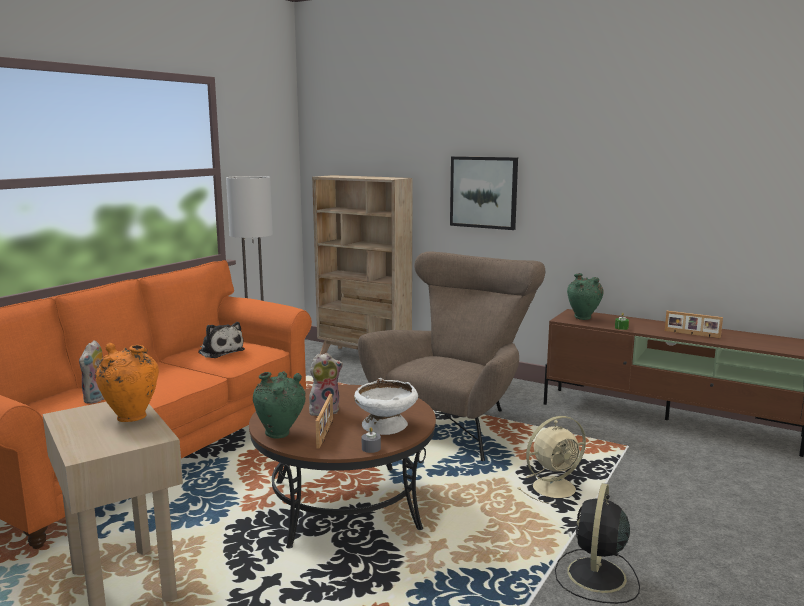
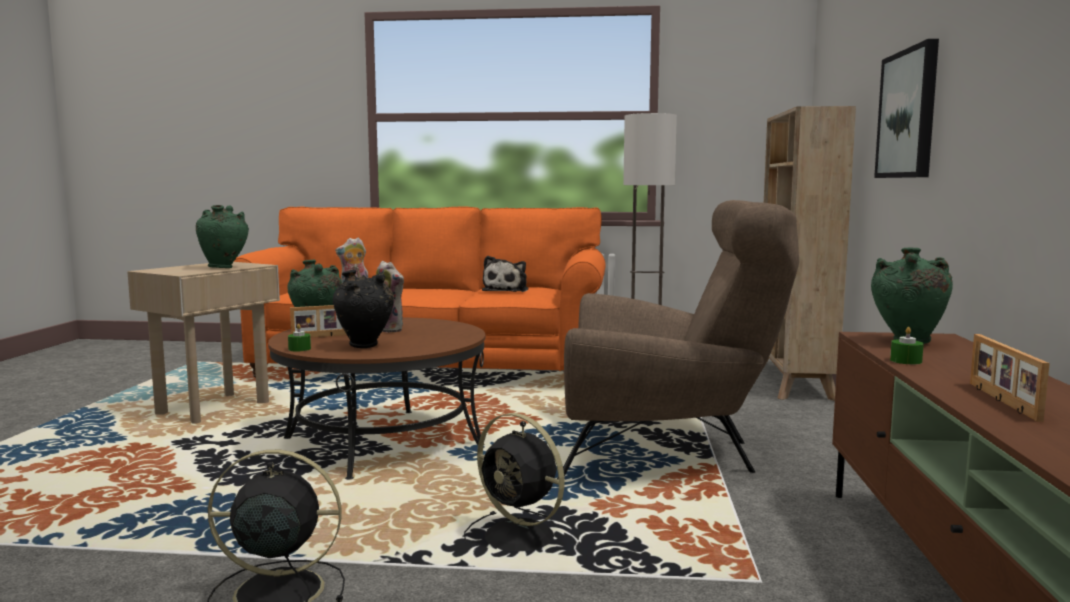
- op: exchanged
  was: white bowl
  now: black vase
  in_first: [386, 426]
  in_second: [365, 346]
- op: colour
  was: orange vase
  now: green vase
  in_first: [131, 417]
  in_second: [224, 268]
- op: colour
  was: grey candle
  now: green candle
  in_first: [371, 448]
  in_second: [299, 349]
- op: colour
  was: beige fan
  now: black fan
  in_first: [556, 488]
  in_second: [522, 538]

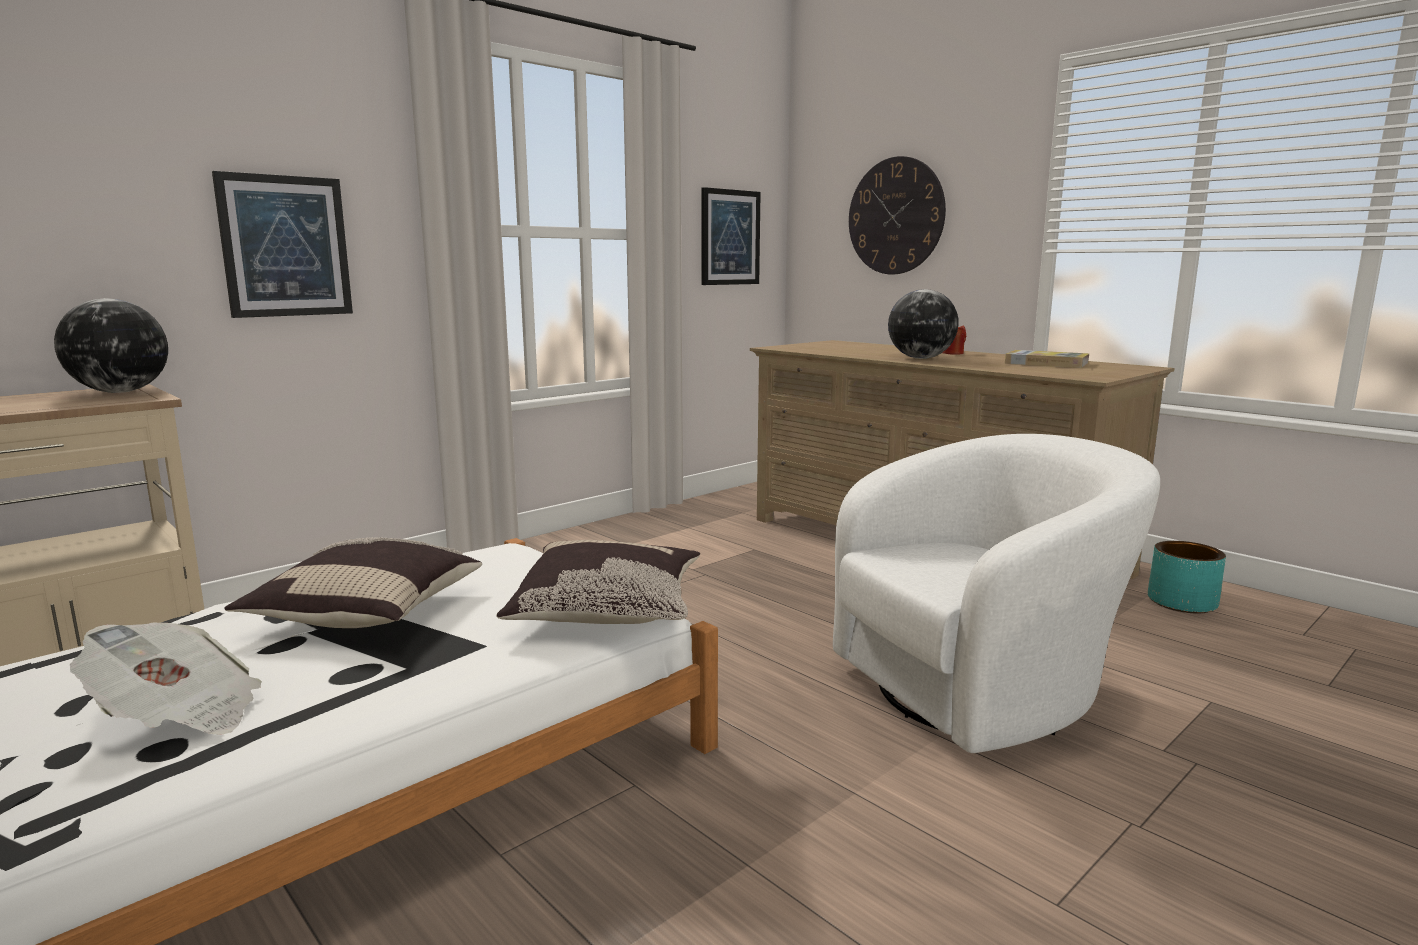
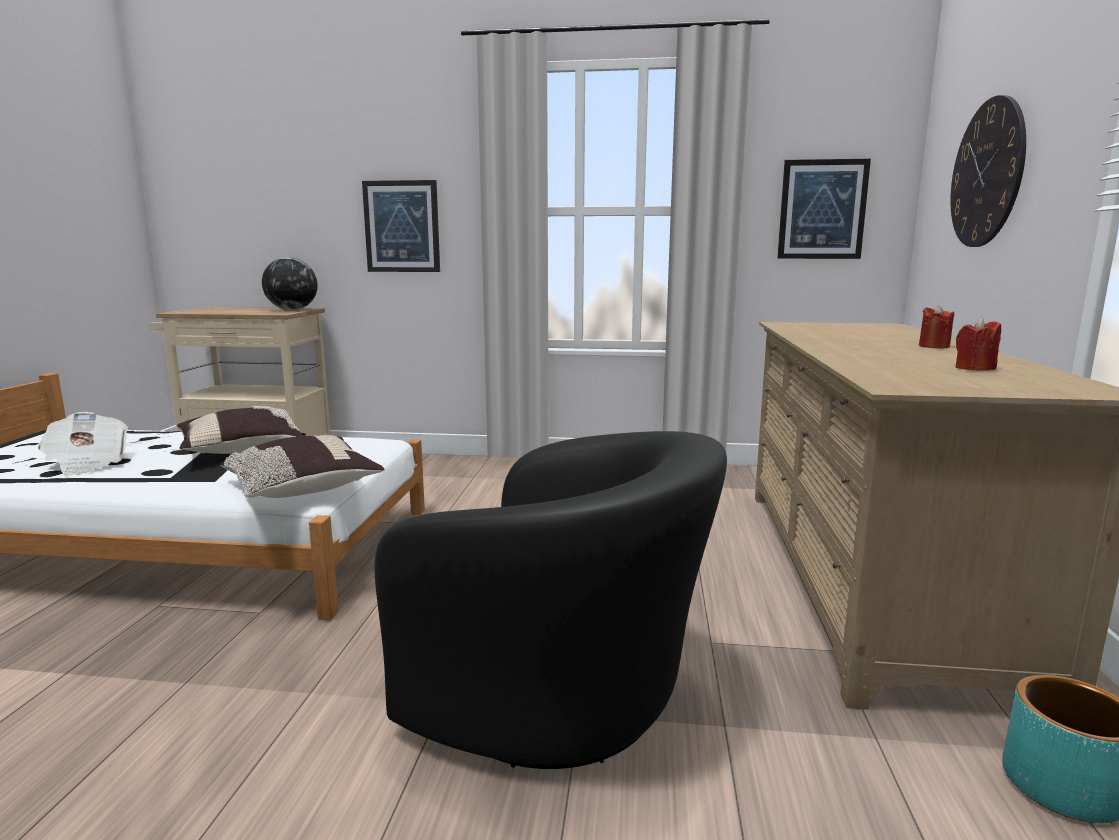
- op: missing
  was: globe
  in_first: [921, 358]
- op: exchanged
  was: book
  now: red candle
  in_first: [1046, 363]
  in_second: [974, 368]
- op: colour
  was: white armchair
  now: black armchair
  in_first: [979, 690]
  in_second: [557, 699]

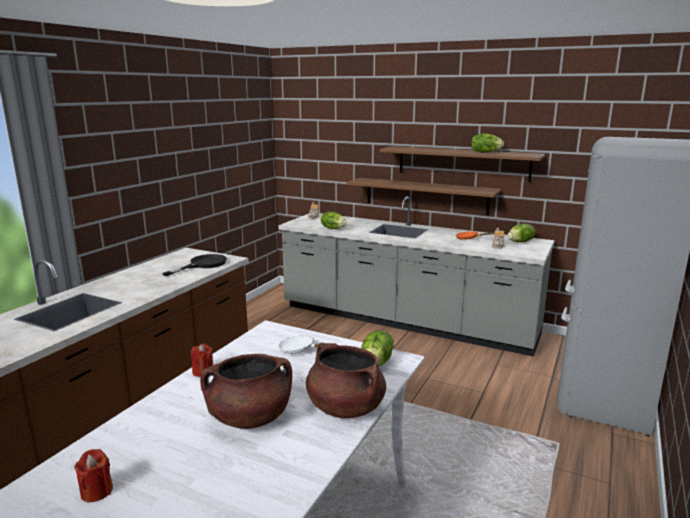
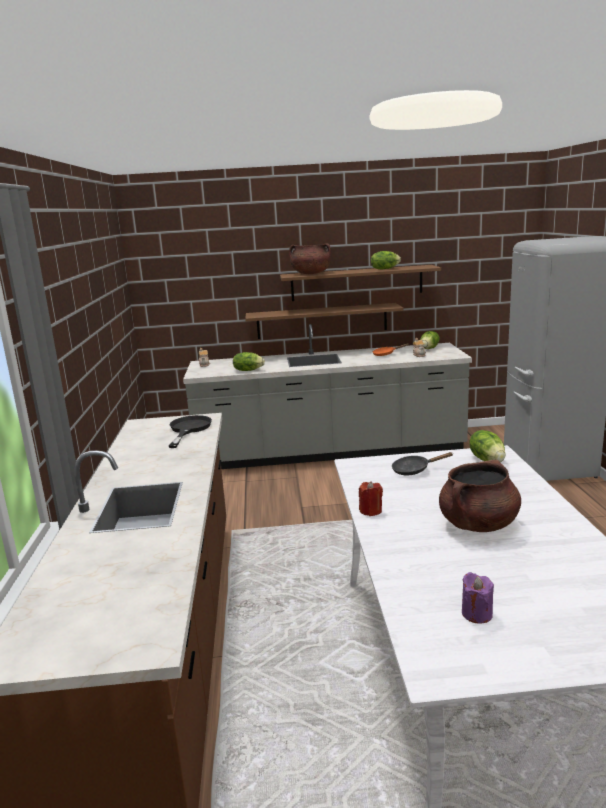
- op: relocated
  was: brown cooking pot
  in_first: [345, 407]
  in_second: [311, 274]
- op: colour
  was: red candle
  now: purple candle
  in_first: [96, 491]
  in_second: [476, 614]
- op: colour
  was: white frying pan
  now: black frying pan
  in_first: [300, 350]
  in_second: [414, 470]

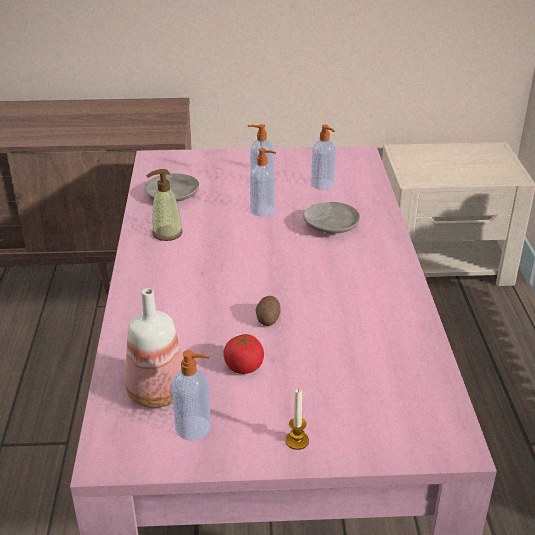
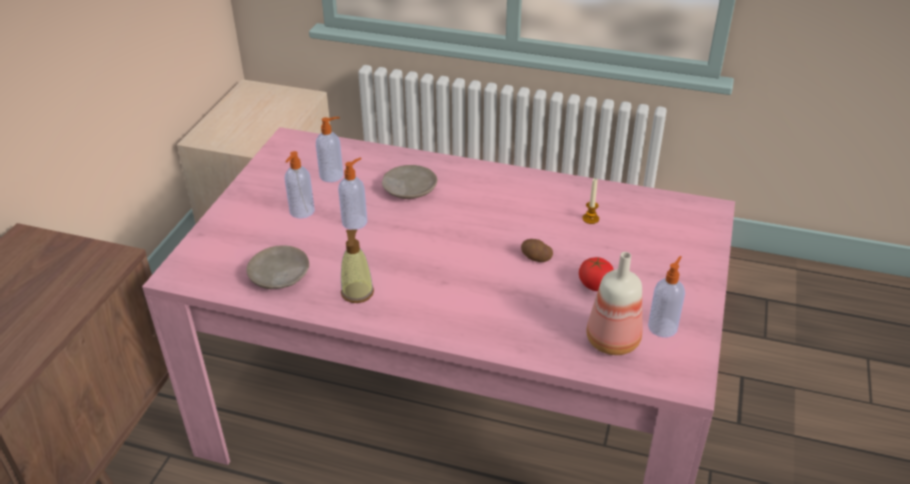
- op: relocated
  was: candle
  in_first: [297, 441]
  in_second: [590, 219]

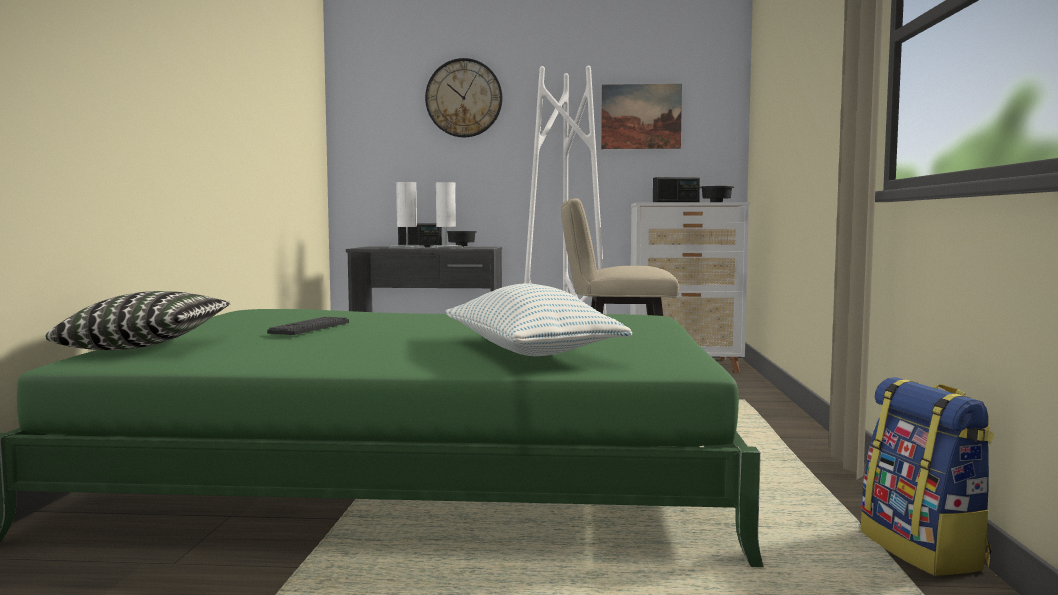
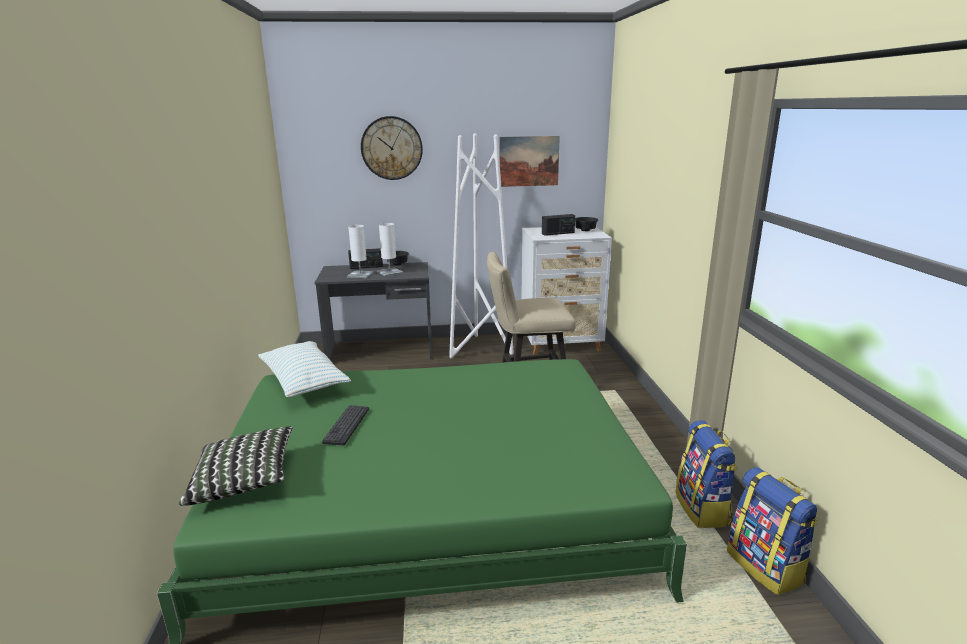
- op: appeared
  now: backpack
  in_second: [703, 509]
- op: relocated
  was: pillow
  in_first: [530, 352]
  in_second: [304, 382]

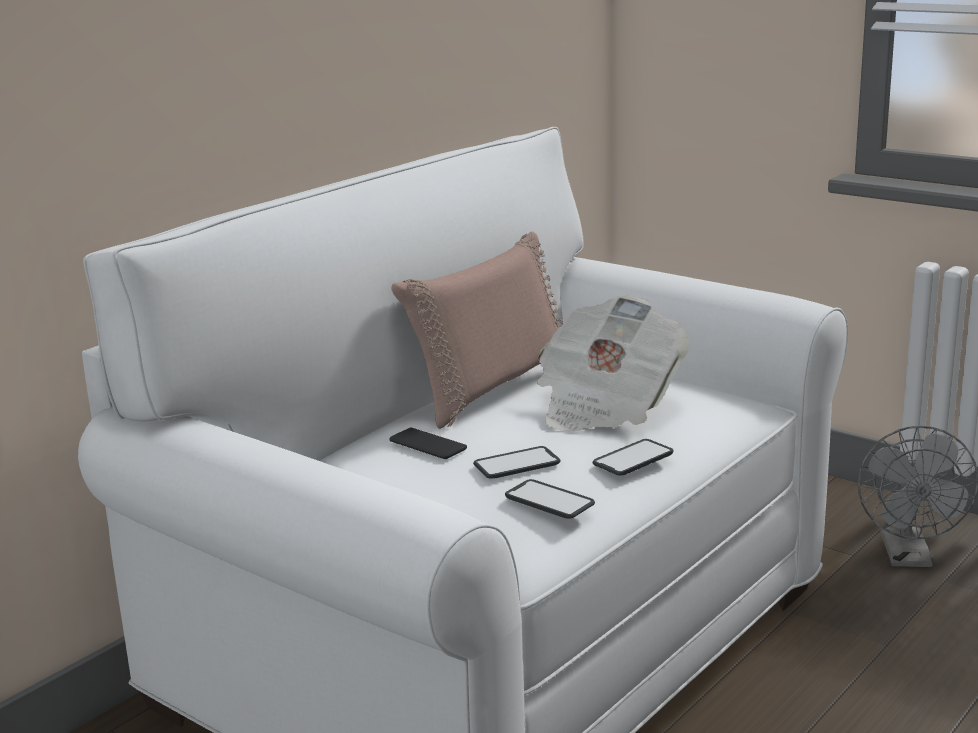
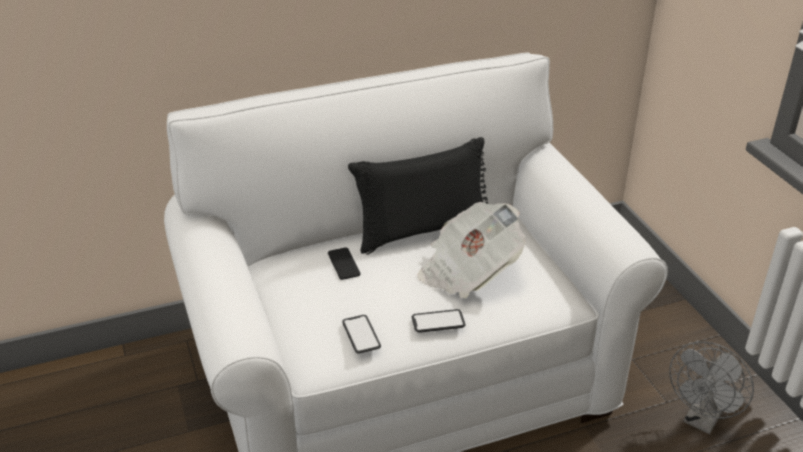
- op: missing
  was: phone
  in_first: [516, 464]
- op: colour
  was: beige pillow
  now: black pillow
  in_first: [492, 388]
  in_second: [422, 231]

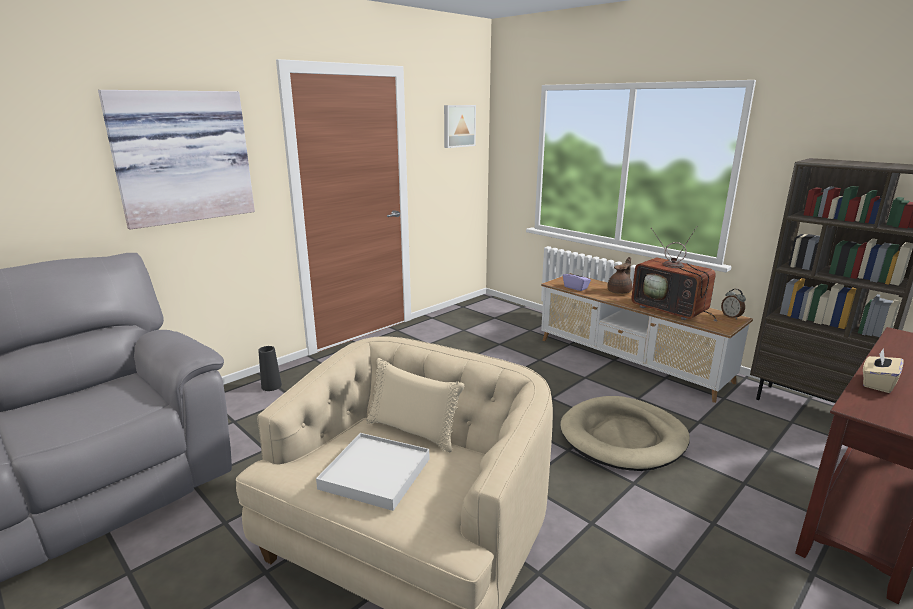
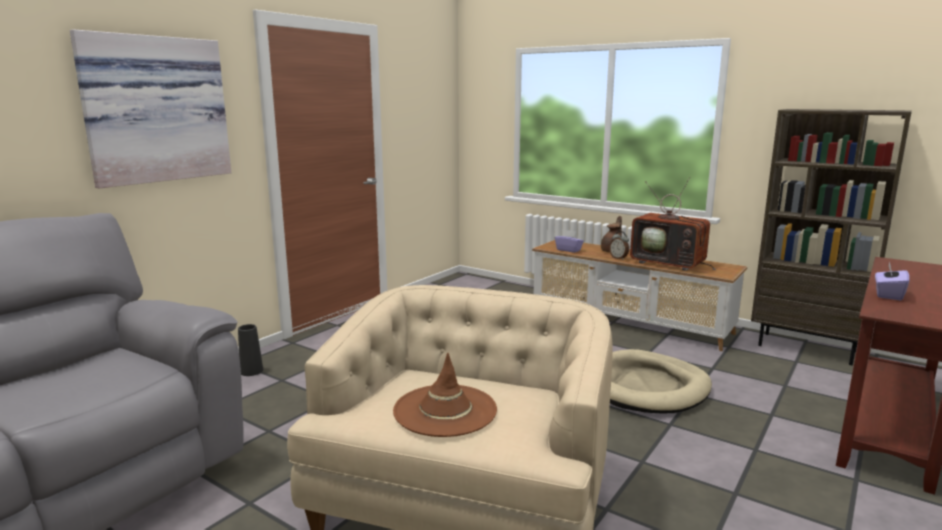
- op: missing
  was: beige pillow
  in_first: [413, 431]
- op: missing
  was: picture
  in_first: [458, 126]
- op: relocated
  was: alarm clock
  in_first: [731, 316]
  in_second: [618, 258]
- op: exchanged
  was: white tray
  now: brown hat
  in_first: [375, 473]
  in_second: [445, 410]
- op: colour
  was: beige tissue box
  now: purple tissue box
  in_first: [877, 383]
  in_second: [888, 295]

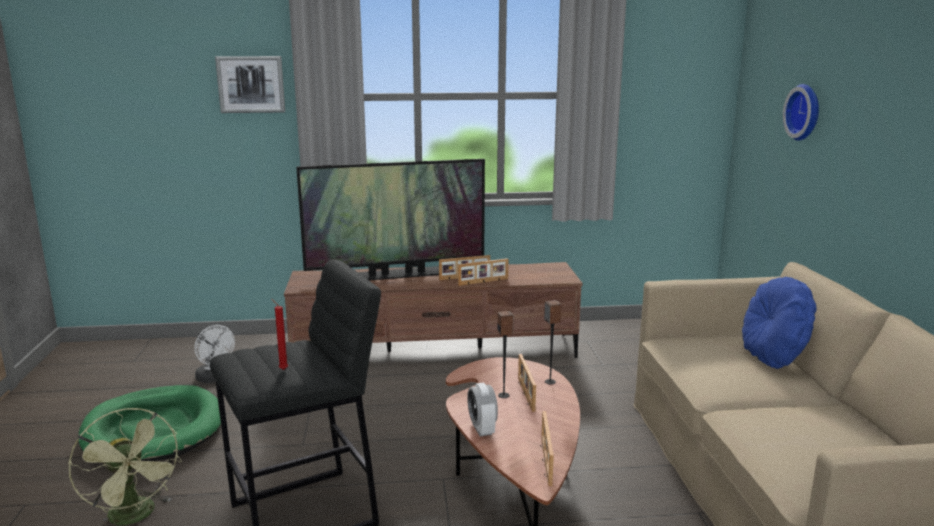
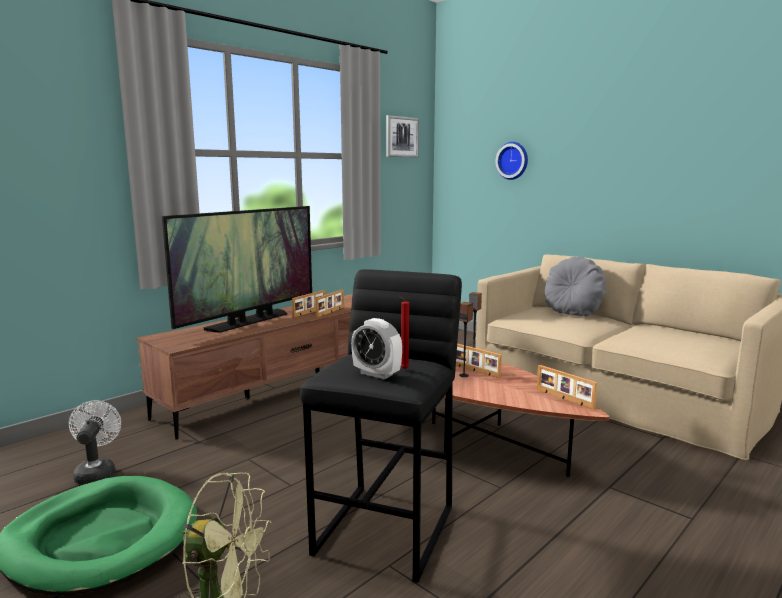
- op: relocated
  was: picture
  in_first: [251, 84]
  in_second: [401, 137]
- op: relocated
  was: alarm clock
  in_first: [482, 429]
  in_second: [376, 374]
- op: colour
  was: blue pillow
  now: grey pillow
  in_first: [772, 359]
  in_second: [572, 314]
- op: spun
  was: white fan
  in_first: [214, 378]
  in_second: [96, 472]
  clockwise: -105

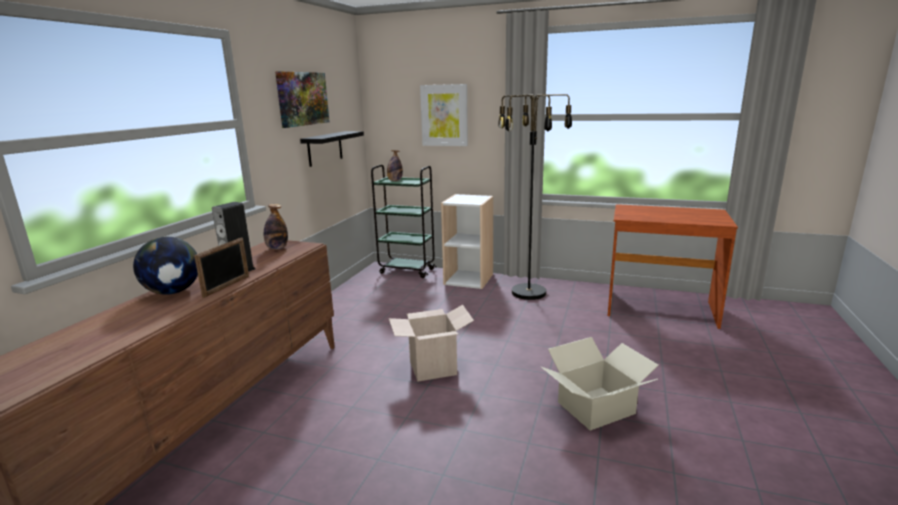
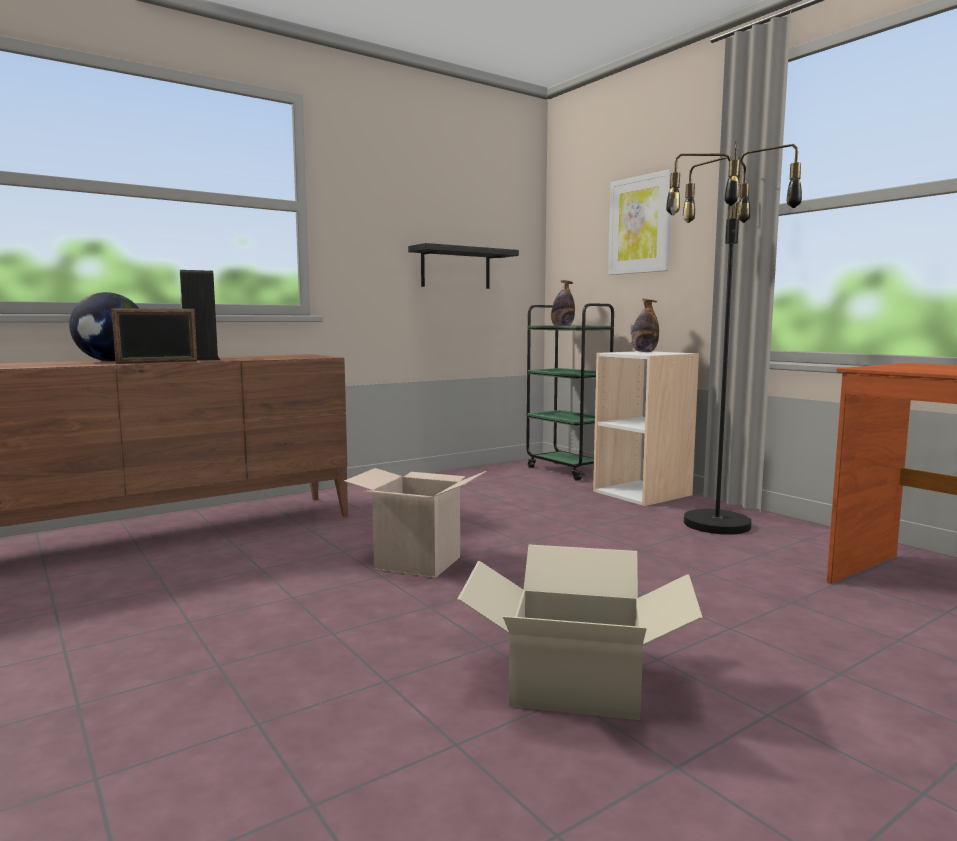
- op: missing
  was: picture
  in_first: [302, 99]
- op: relocated
  was: bottle
  in_first: [277, 248]
  in_second: [644, 352]

